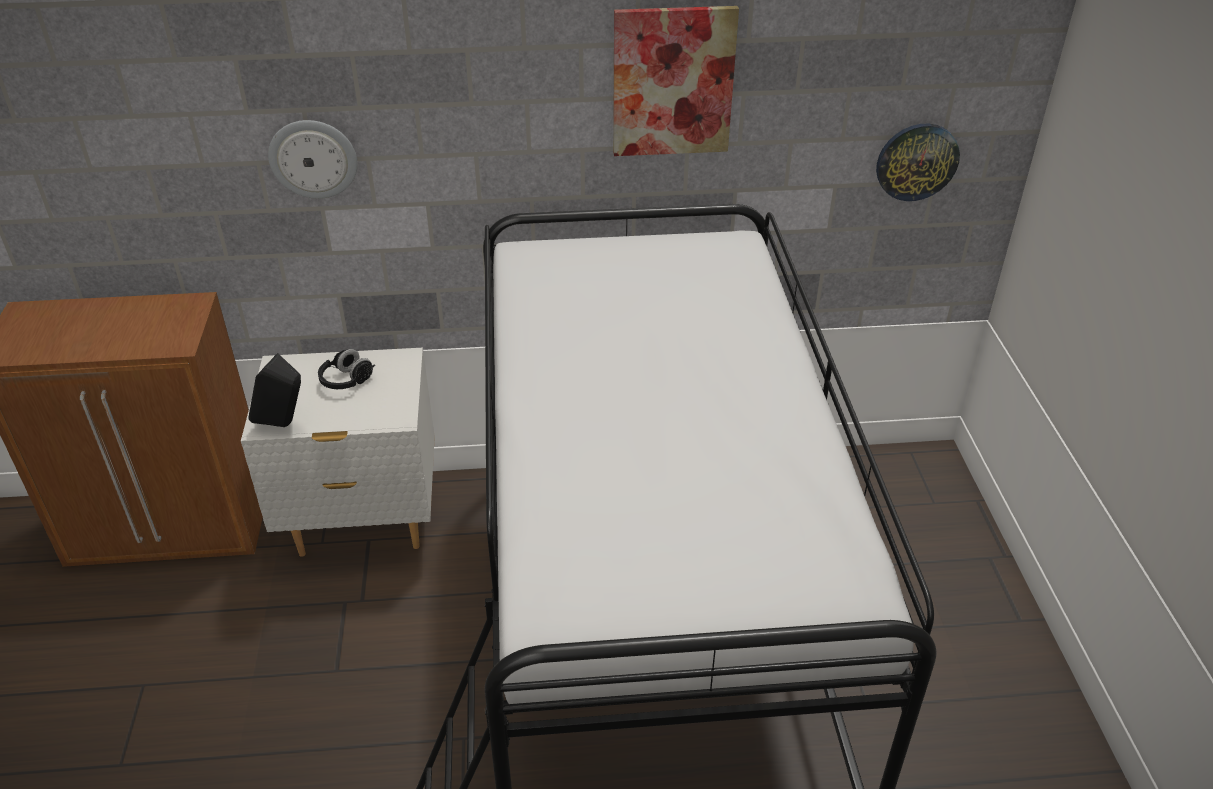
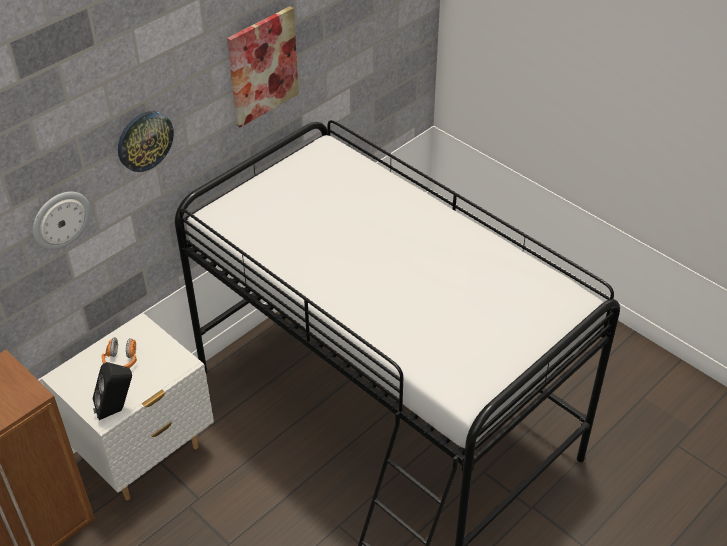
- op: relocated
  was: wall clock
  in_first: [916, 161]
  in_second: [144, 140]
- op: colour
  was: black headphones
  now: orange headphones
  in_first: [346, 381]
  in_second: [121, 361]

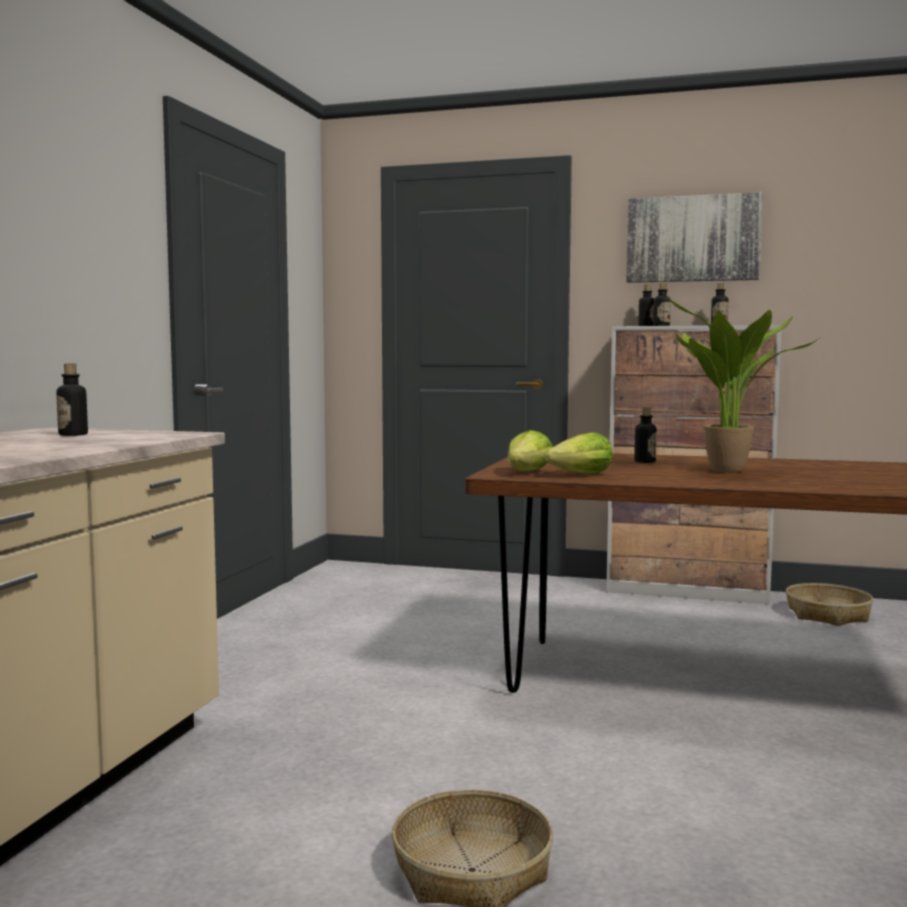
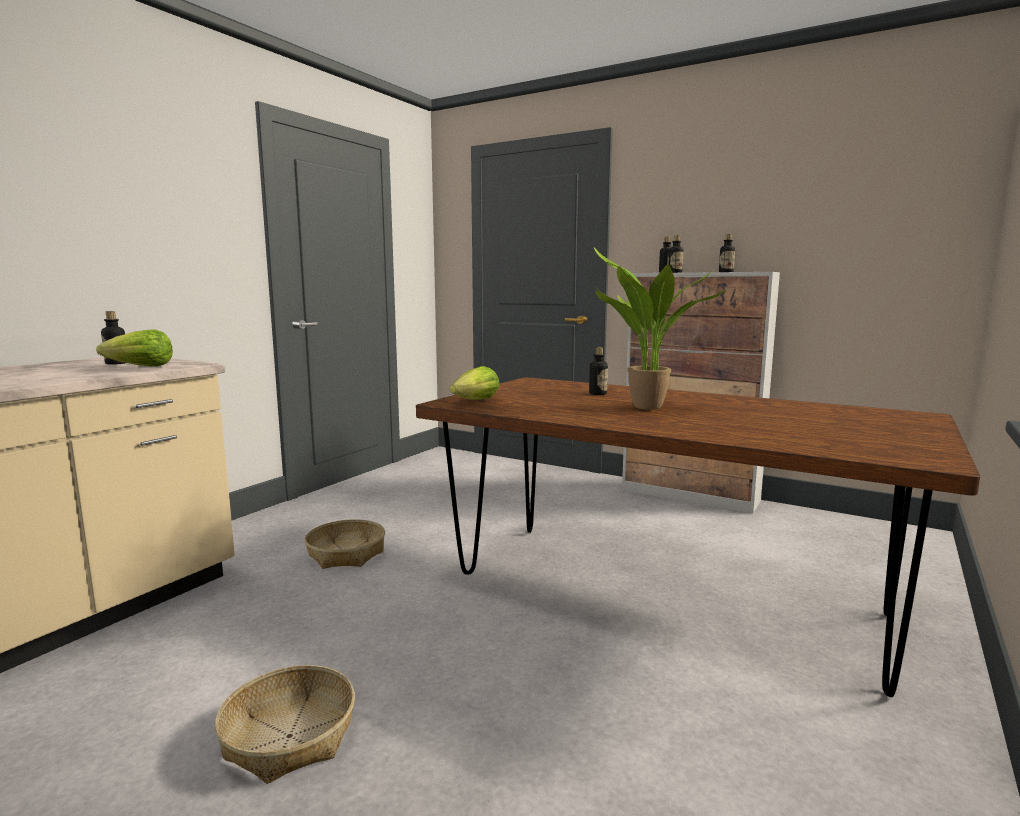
- op: missing
  was: picture
  in_first: [693, 239]
- op: relocated
  was: lettuce
  in_first: [581, 475]
  in_second: [140, 367]
- op: relocated
  was: basket
  in_first: [827, 615]
  in_second: [346, 554]

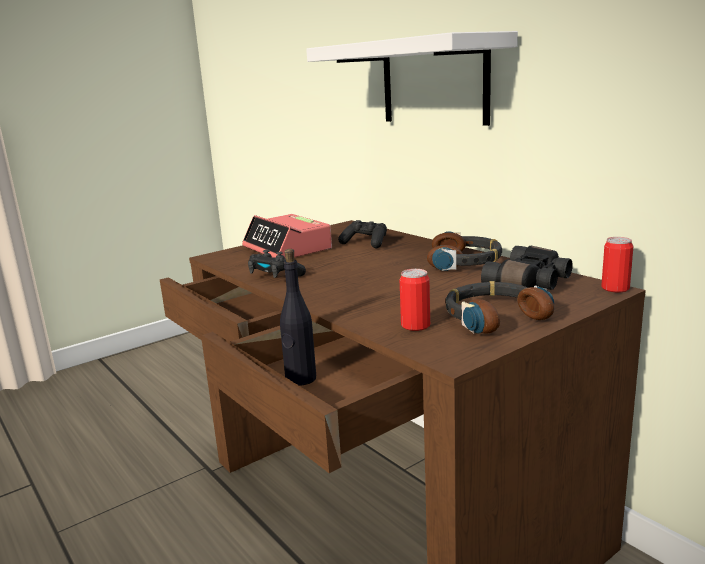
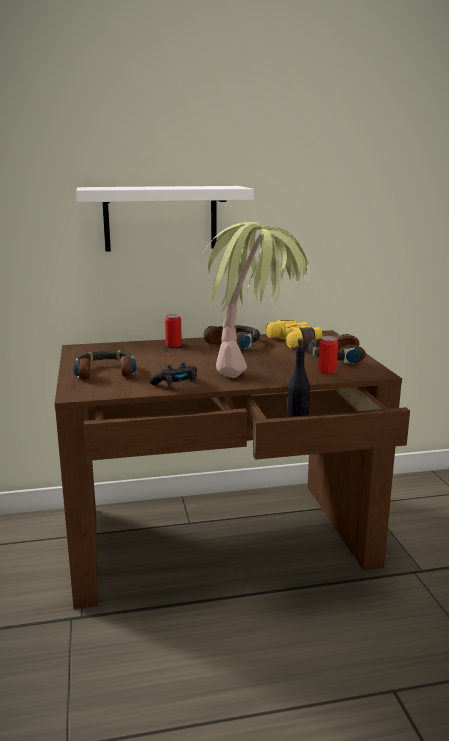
- op: missing
  was: black game controller
  in_first: [365, 243]
- op: appeared
  now: potted plant
  in_second: [254, 367]
- op: relocated
  was: can
  in_first: [615, 288]
  in_second: [173, 345]
- op: exchanged
  was: alarm clock
  now: headphones
  in_first: [287, 248]
  in_second: [105, 372]
- op: colour
  was: black binoculars
  now: yellow binoculars
  in_first: [530, 284]
  in_second: [296, 341]

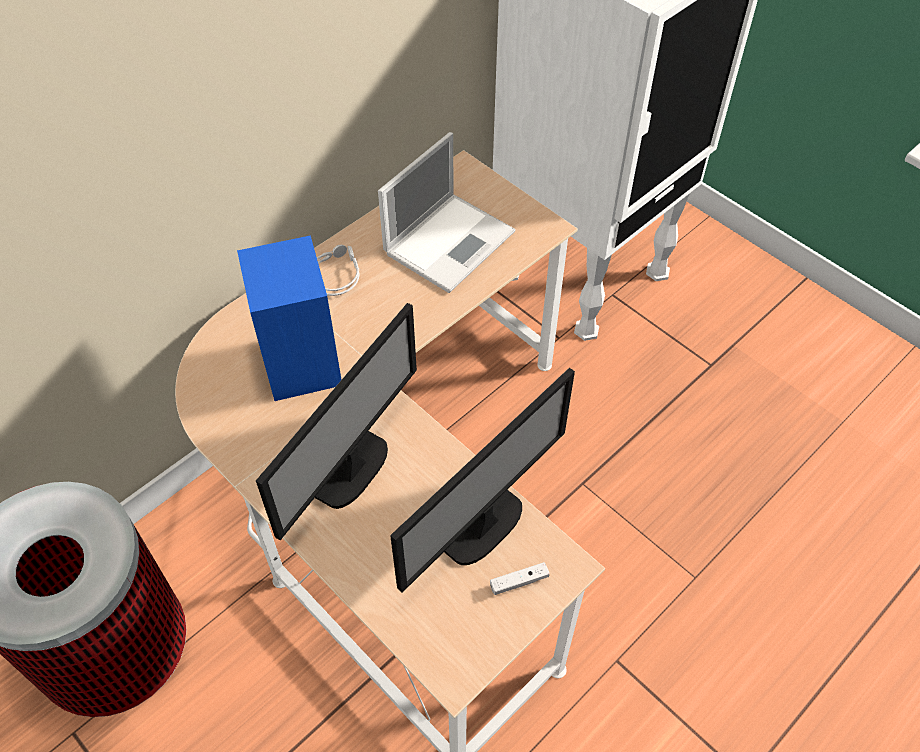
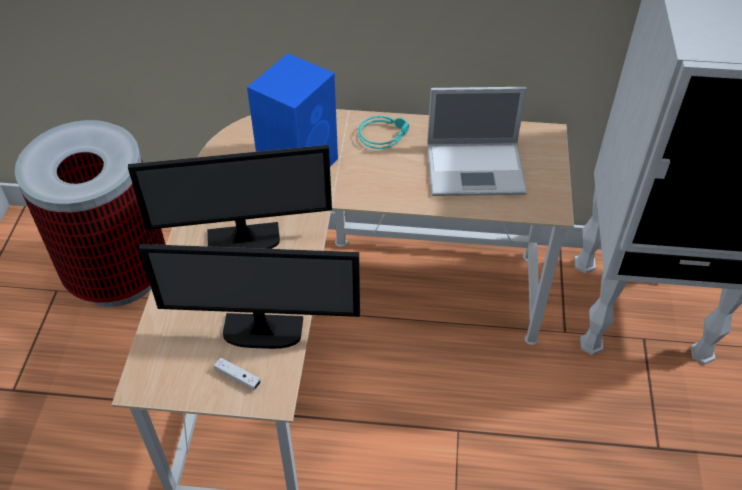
- op: colour
  was: grey headphones
  now: turquoise headphones
  in_first: [334, 274]
  in_second: [383, 134]

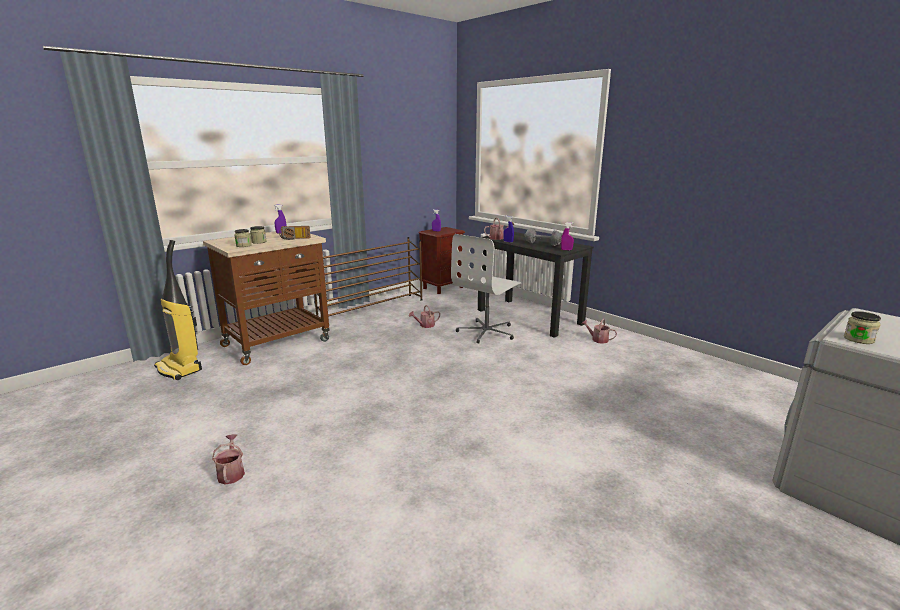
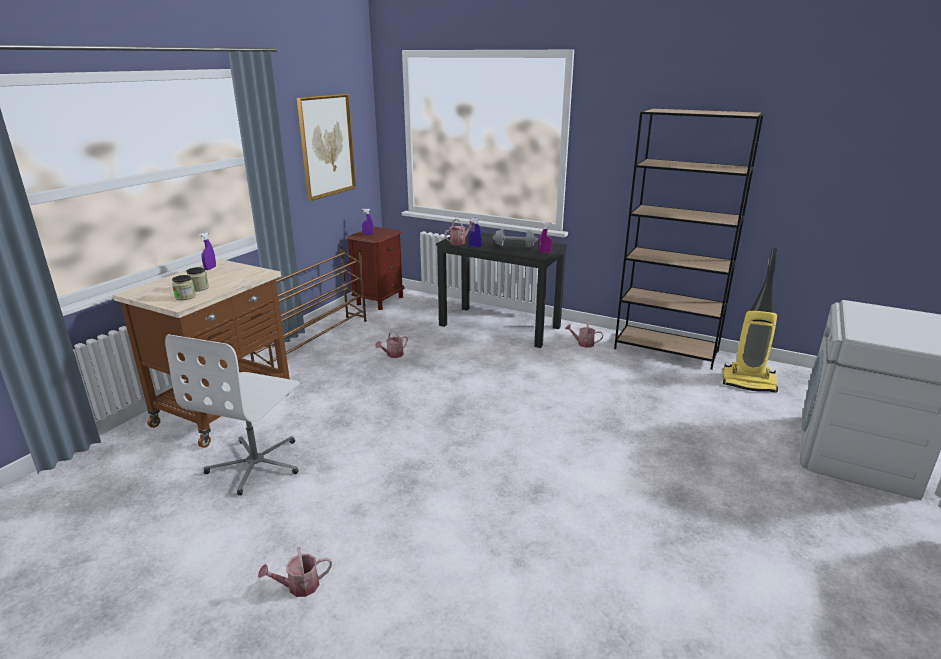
- op: missing
  was: radio
  in_first: [295, 238]
- op: missing
  was: jar
  in_first: [858, 339]
- op: appeared
  now: picture
  in_second: [326, 146]
- op: appeared
  now: beige bookcase
  in_second: [666, 350]
- op: relocated
  was: vacuum cleaner
  in_first: [180, 369]
  in_second: [749, 382]
- op: relocated
  was: white office chair
  in_first: [487, 332]
  in_second: [257, 464]
- op: spun
  was: watering can
  in_first: [231, 473]
  in_second: [299, 586]
  clockwise: -75

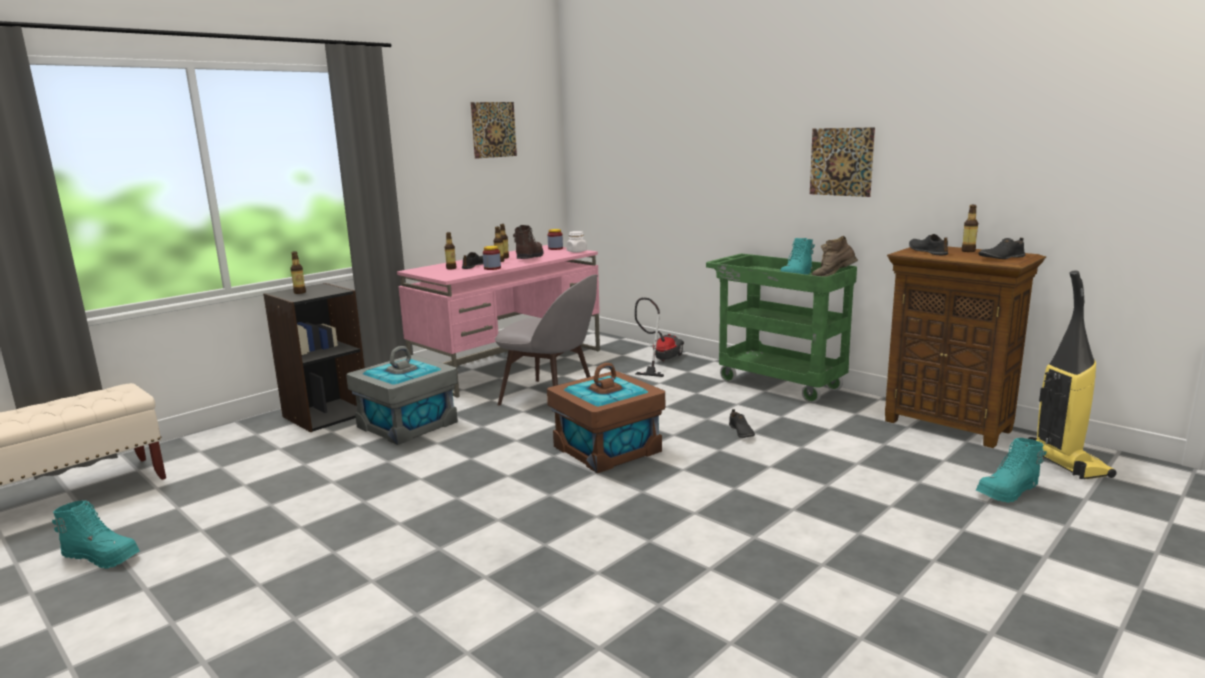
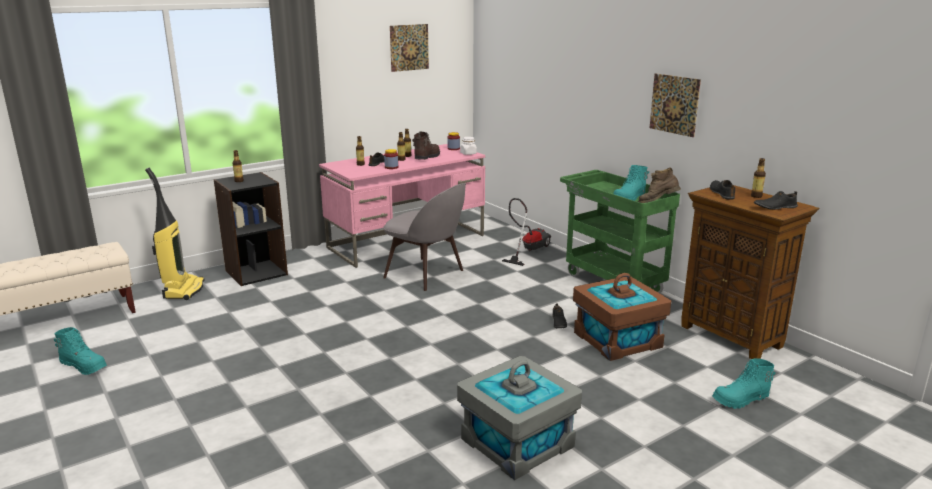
- op: relocated
  was: grey storage box
  in_first: [407, 425]
  in_second: [517, 443]
- op: relocated
  was: brown storage box
  in_first: [607, 449]
  in_second: [617, 340]
- op: relocated
  was: vacuum cleaner
  in_first: [1066, 464]
  in_second: [183, 290]

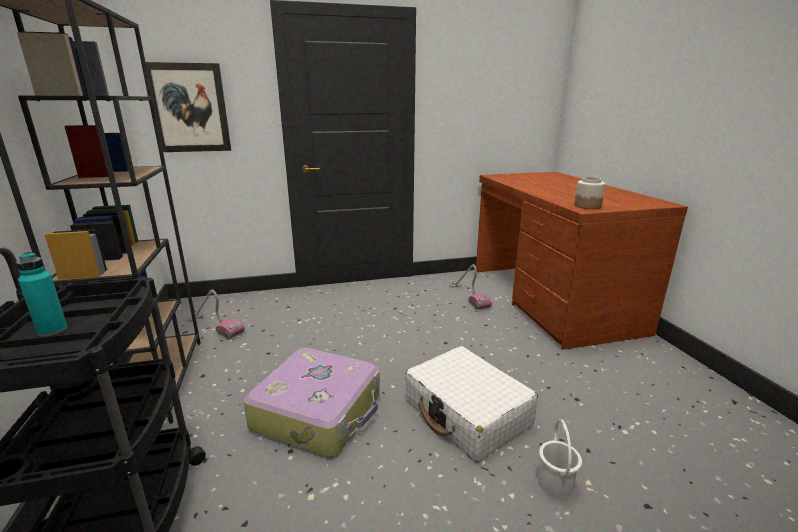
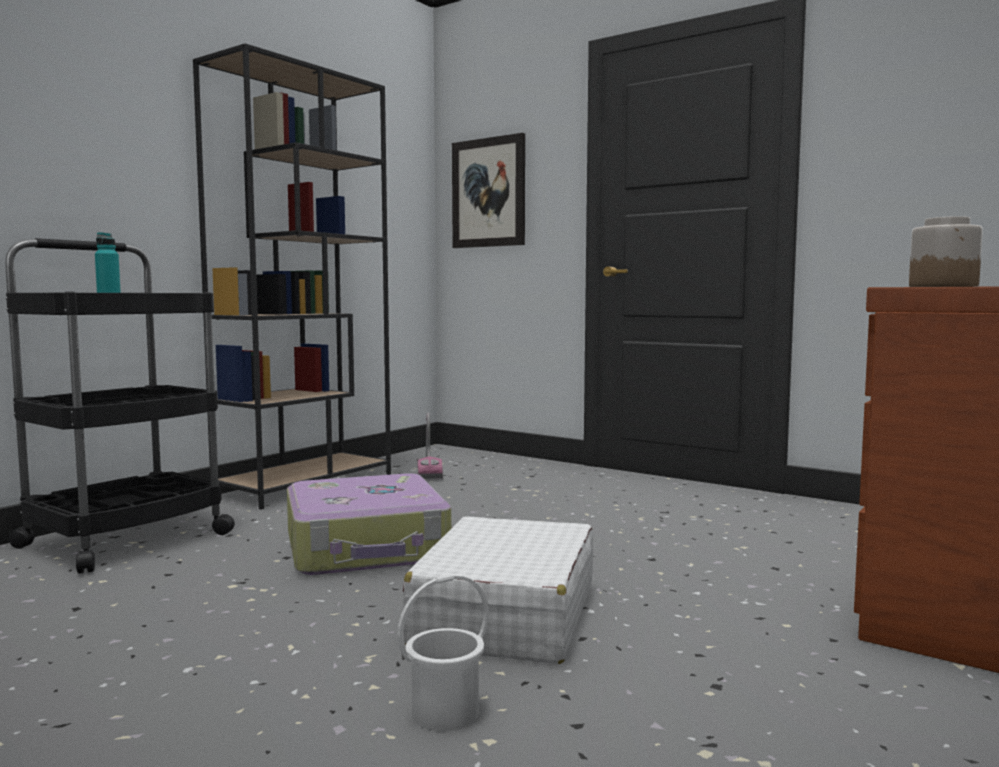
- op: missing
  was: vacuum cleaner
  in_first: [468, 296]

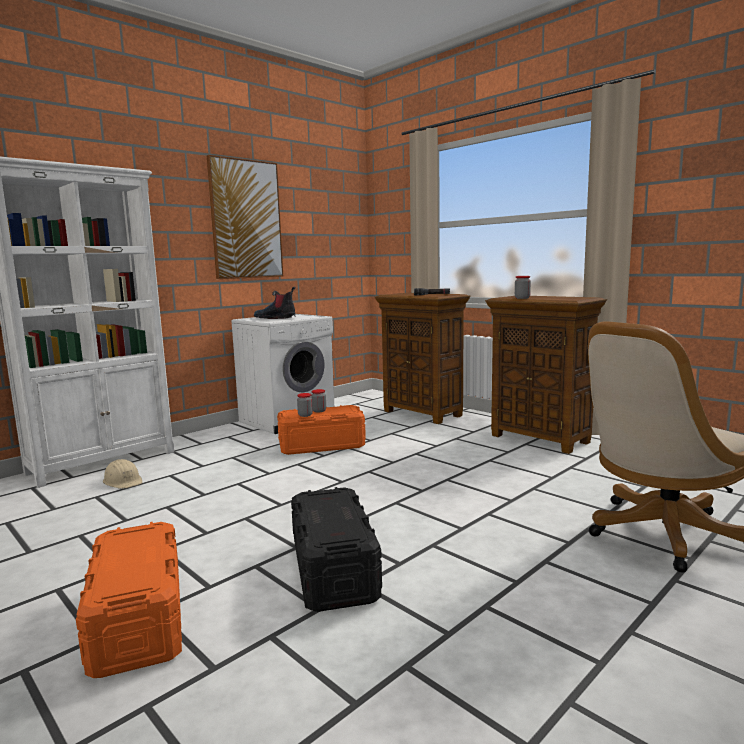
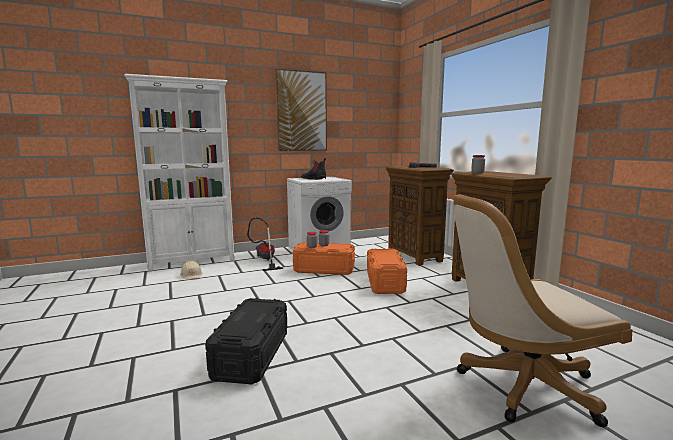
- op: appeared
  now: vacuum cleaner
  in_second: [265, 260]
- op: relocated
  was: orange storage box
  in_first: [138, 620]
  in_second: [385, 282]

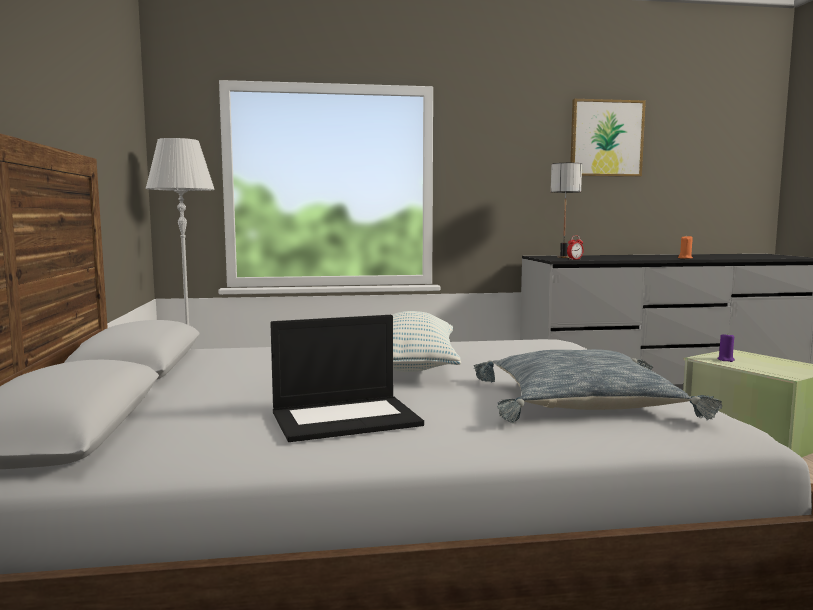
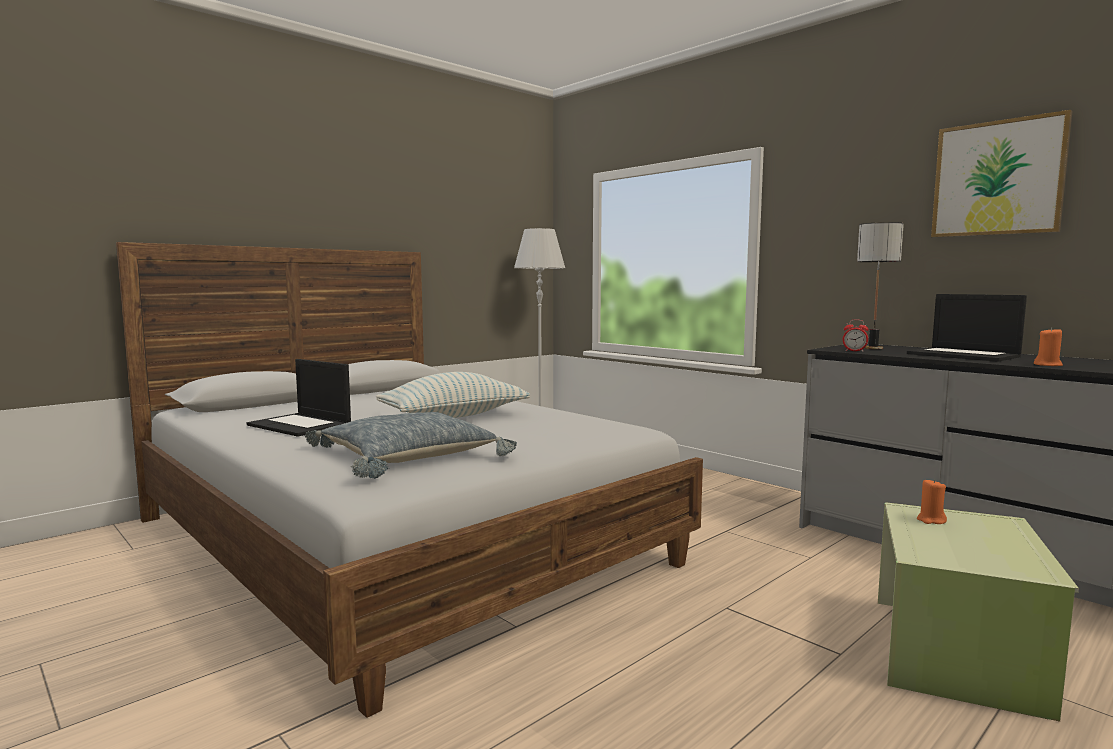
- op: appeared
  now: laptop
  in_second: [964, 355]
- op: colour
  was: purple candle
  now: orange candle
  in_first: [726, 360]
  in_second: [930, 520]

